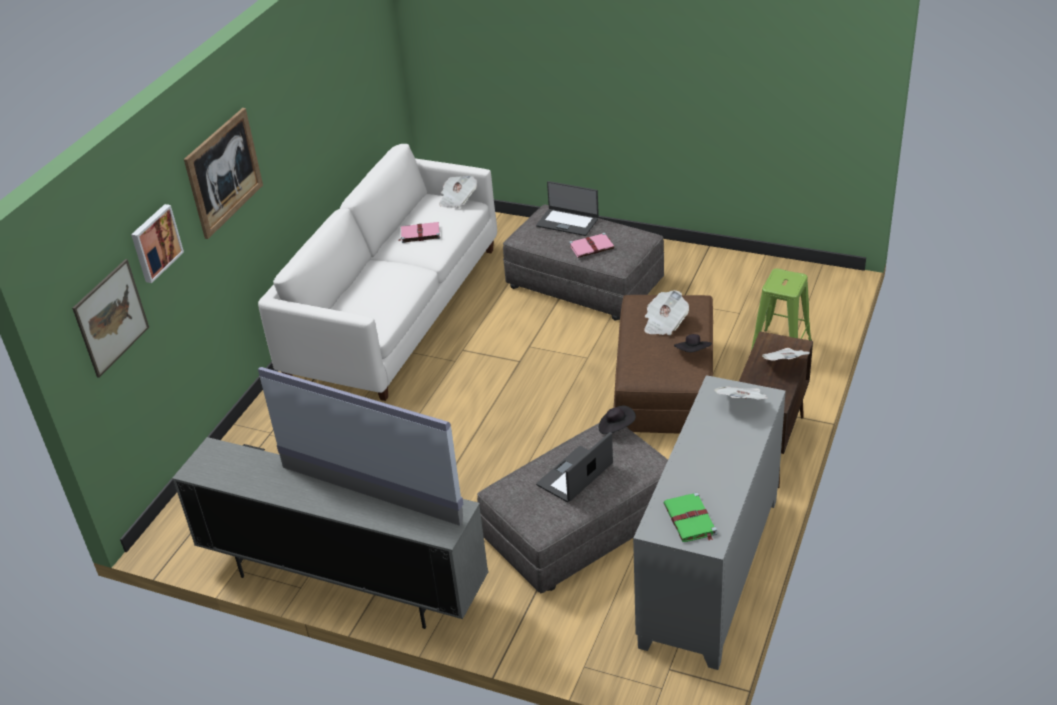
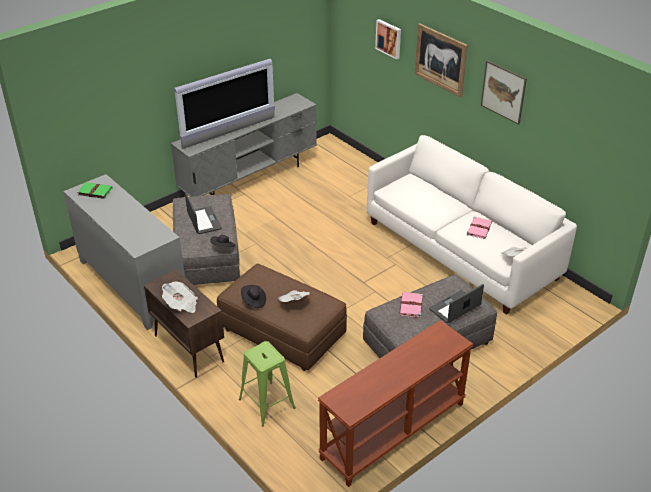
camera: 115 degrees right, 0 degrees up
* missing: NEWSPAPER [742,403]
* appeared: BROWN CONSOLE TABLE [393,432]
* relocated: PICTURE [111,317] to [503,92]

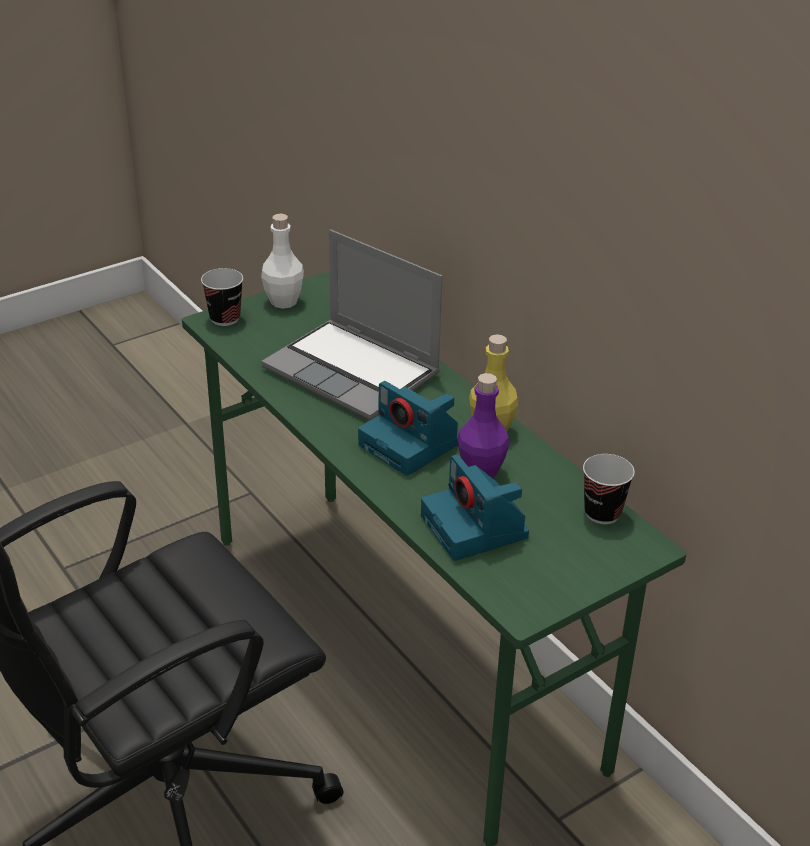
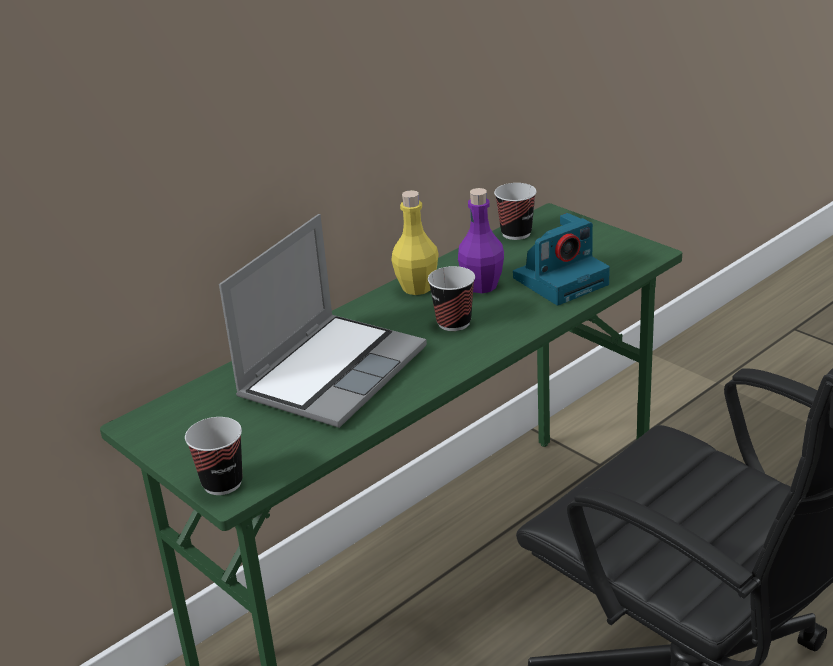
camera: 95 degrees left, 5 degrees down
* missing: WHITE BOTTLE [283,301]
* exchanged: PHOTO CAMERA [411,444] to CUP [454,323]

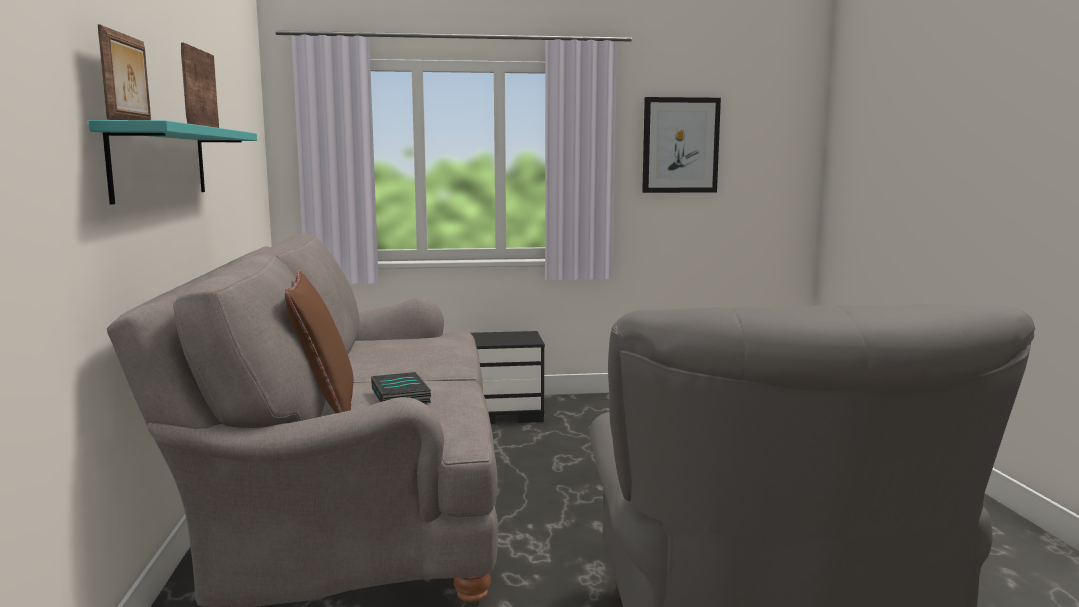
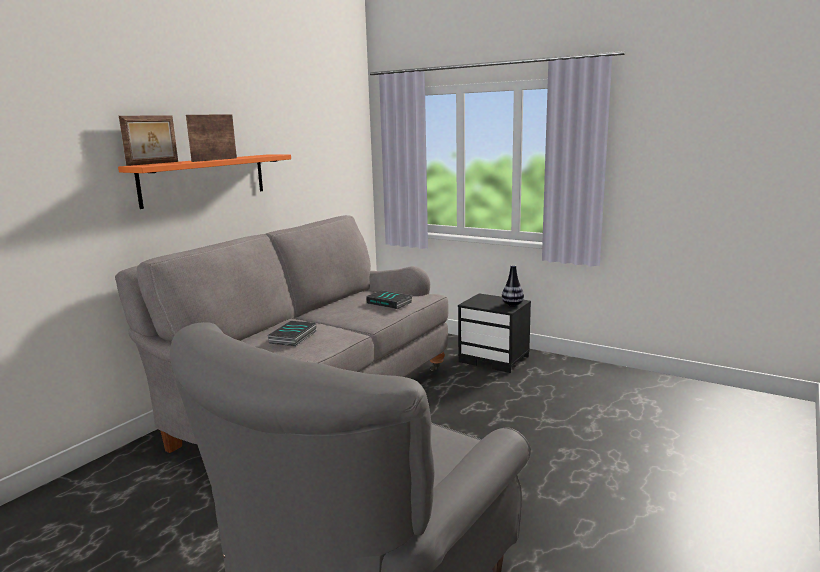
camera: 40 degrees right, 5 degrees up
* missing: BROWN PILLOW [325,409]
* missing: PICTURE [680,145]
* appeared: BOOK [390,302]
* appeared: VASE [512,305]
* colour: TURQUOISE SHELF [160,162] to ORANGE SHELF [204,179]

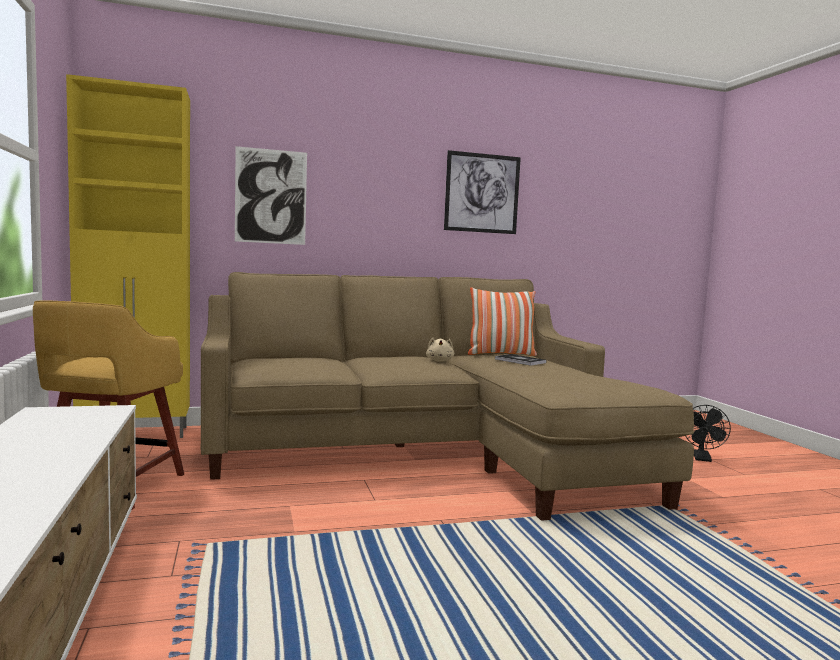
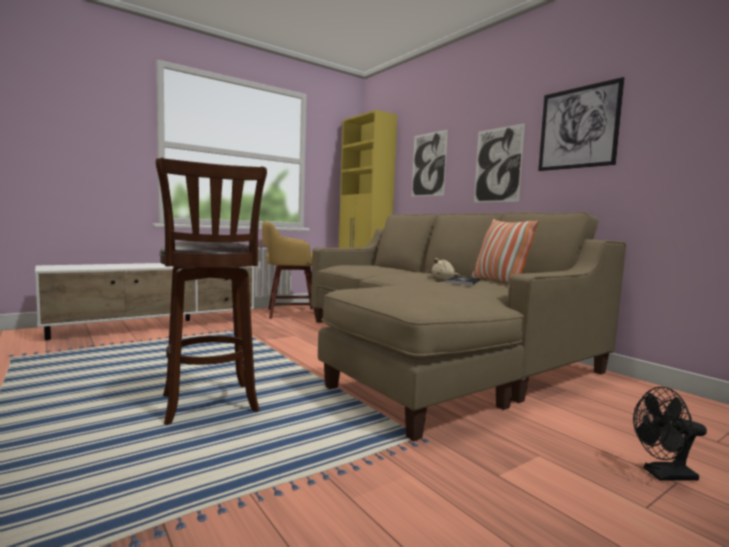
camera: 70 degrees right, 0 degrees up
* appeared: BROWN STOOL [210,405]
* appeared: PICTURE [498,165]

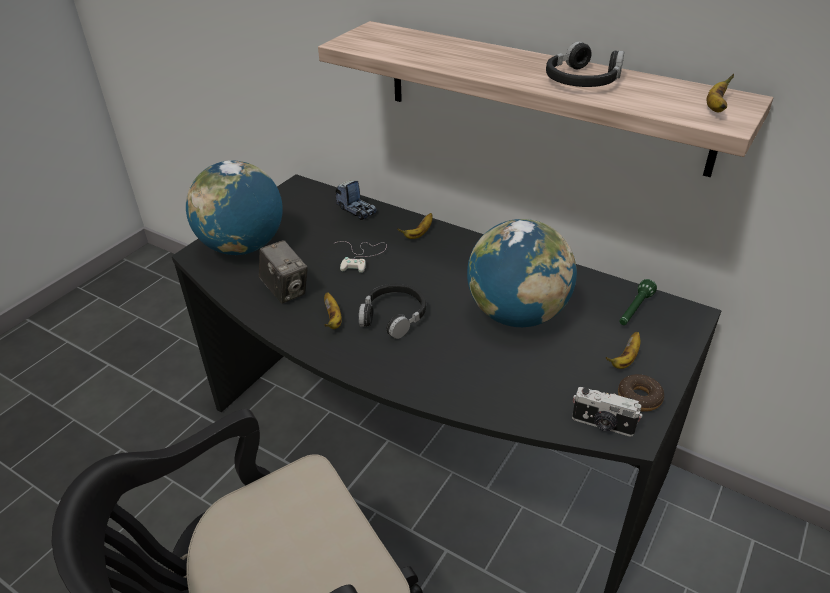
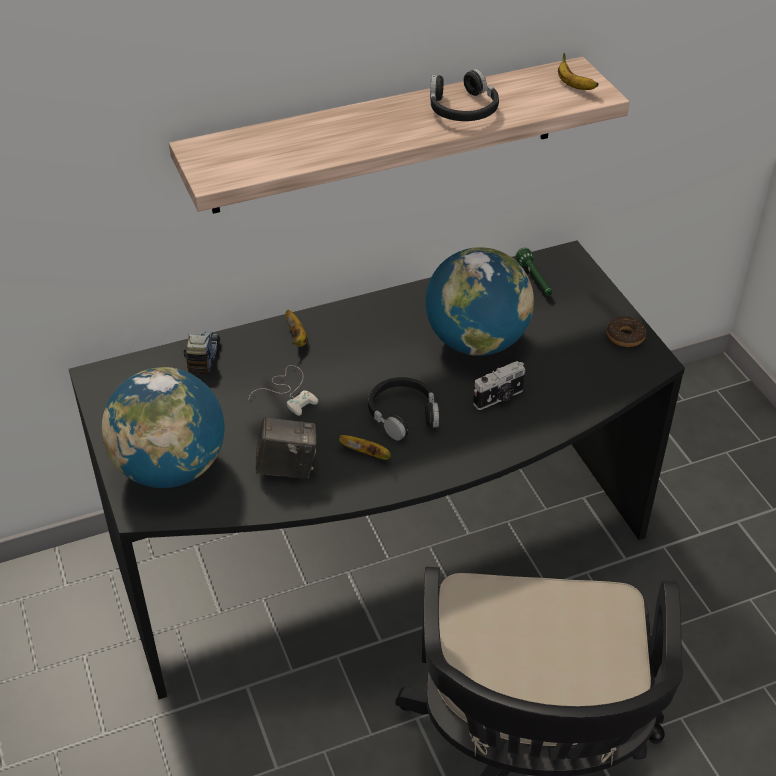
camera: 55 degrees left, 5 degrees up
* missing: BANANA [625,359]
* relocated: PHOTO CAMERA [602,425] to [499,398]
* spun: TOY TRUCK [356,210] = [203,357] 75 degrees counterclockwise

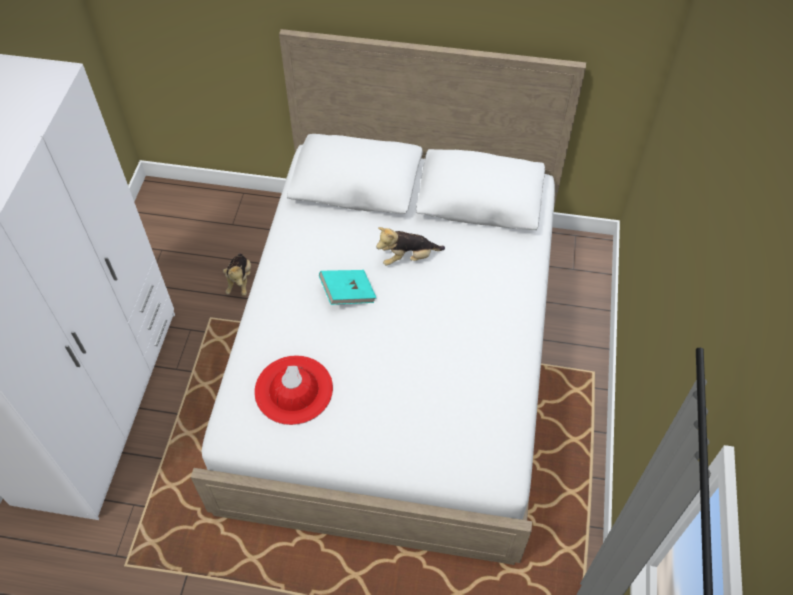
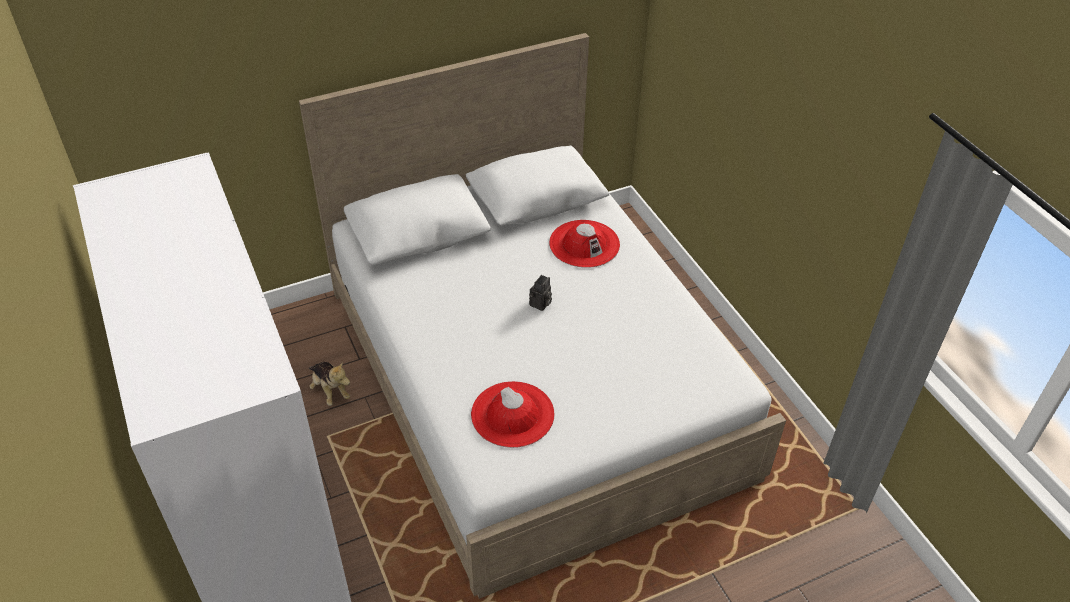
camera: 35 degrees left, 10 degrees down
* missing: TURQUOISE BOOK [348,294]
* missing: PLUSH TOY [408,257]
* appeared: PHOTO CAMERA [540,304]
* appeared: RED HAT [584,244]

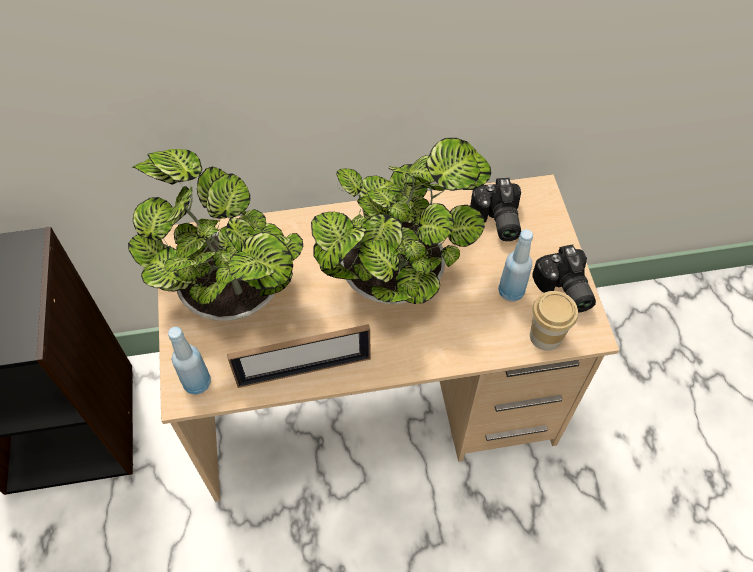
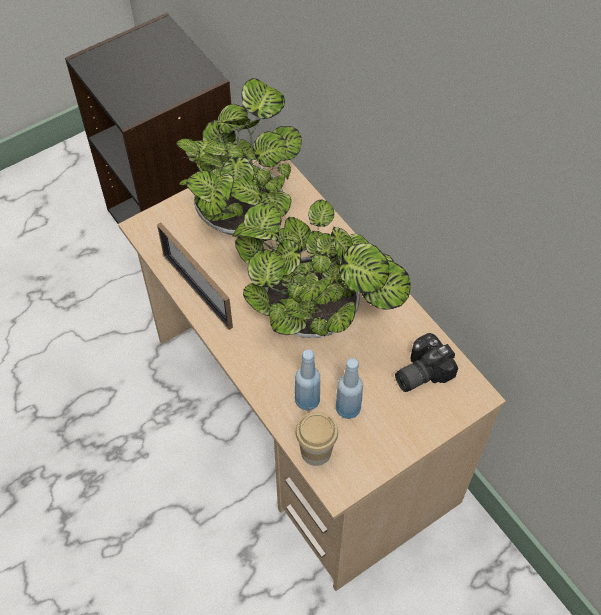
camera: 65 degrees right, 0 degrees up
* missing: PHOTO CAMERA [563,290]
* relocated: BLUE BOTTLE [197,383] to [307,400]

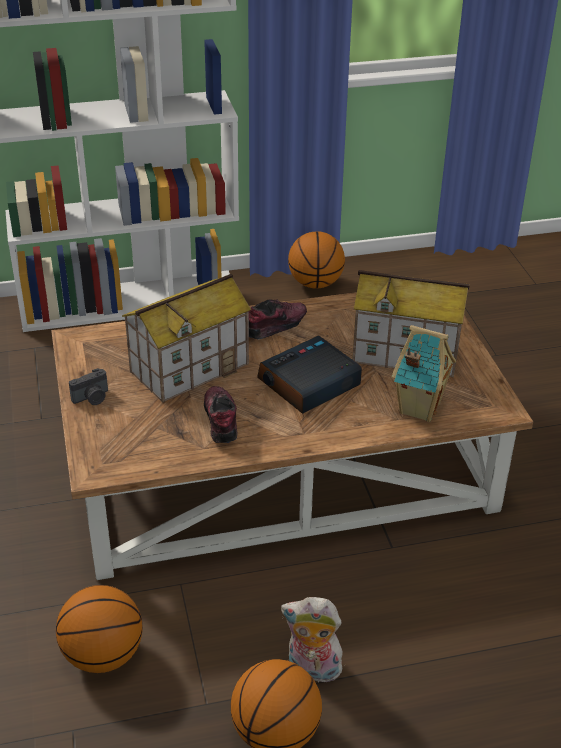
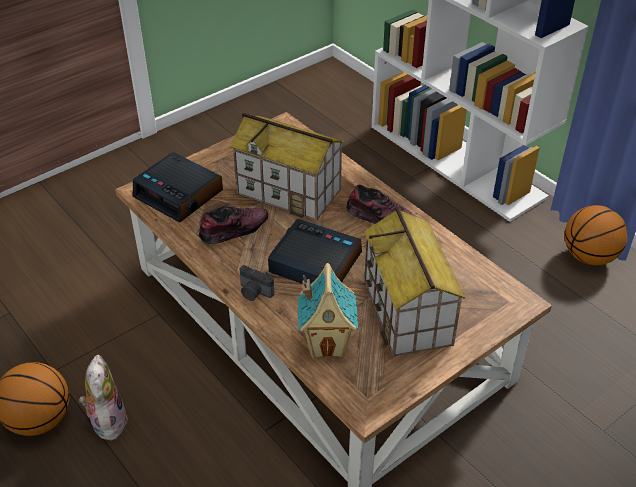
camera: 65 degrees right, 5 degrees up
* missing: BASKETBALL [103,655]
* appeared: ALARM CLOCK [179,194]
* relocated: PHOTO CAMERA [92,398] to [254,292]

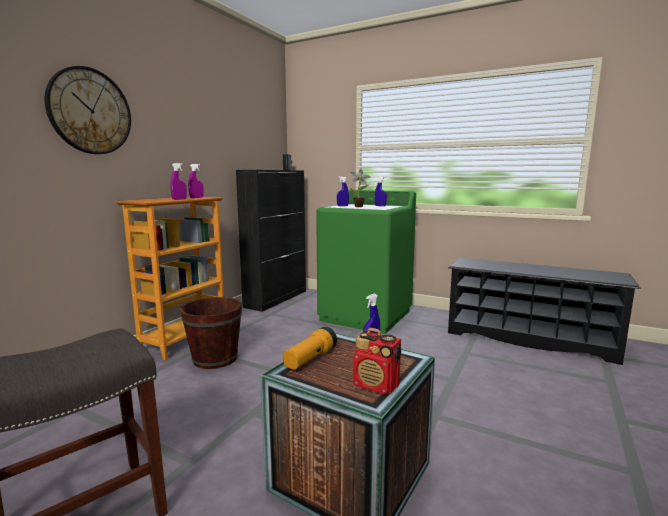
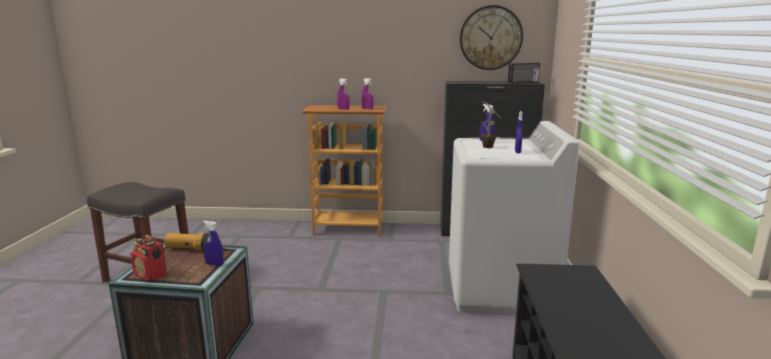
camera: 65 degrees right, 5 degrees up
* missing: BROWN BUCKET [215,359]
* relocated: WALL CLOCK [90,111] to [490,38]
* colour: GREEN WASHING MACHINE [366,316] to WHITE WASHING MACHINE [500,289]
* spun: RADIO [376,386] = [150,275] 60 degrees counterclockwise

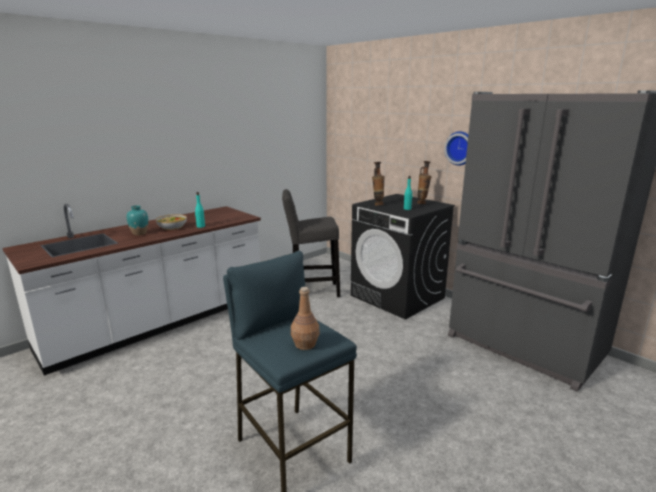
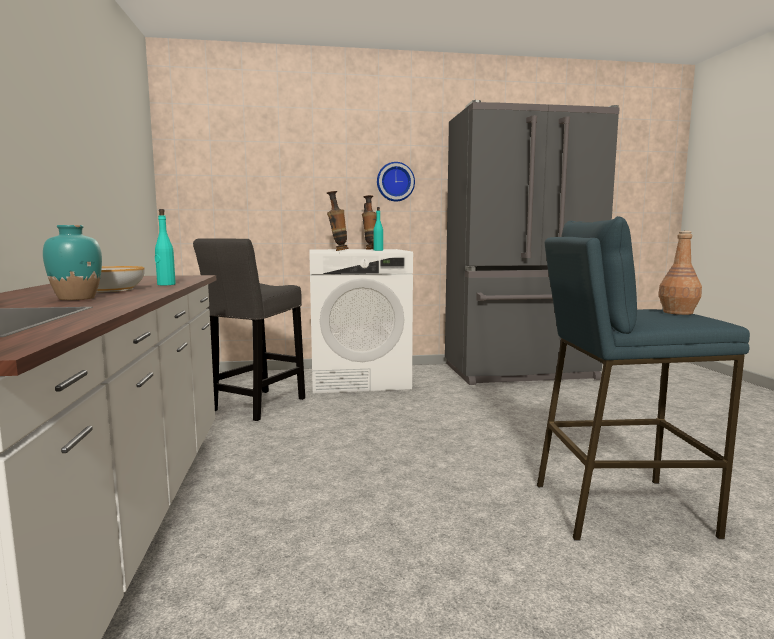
camera: 55 degrees left, 10 degrees down
* colour: BLACK WASHING MACHINE [397,297] to WHITE WASHING MACHINE [359,379]

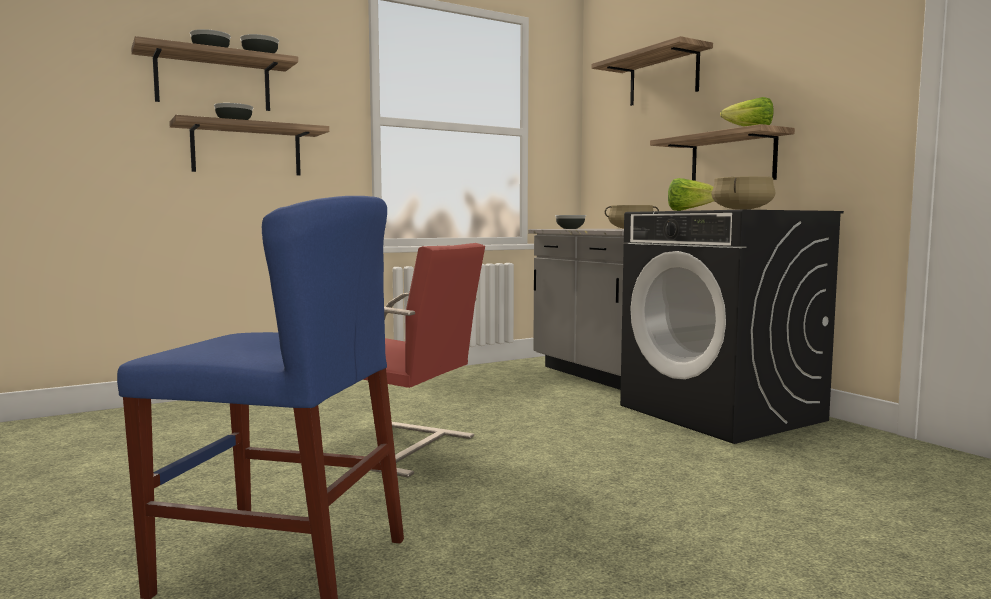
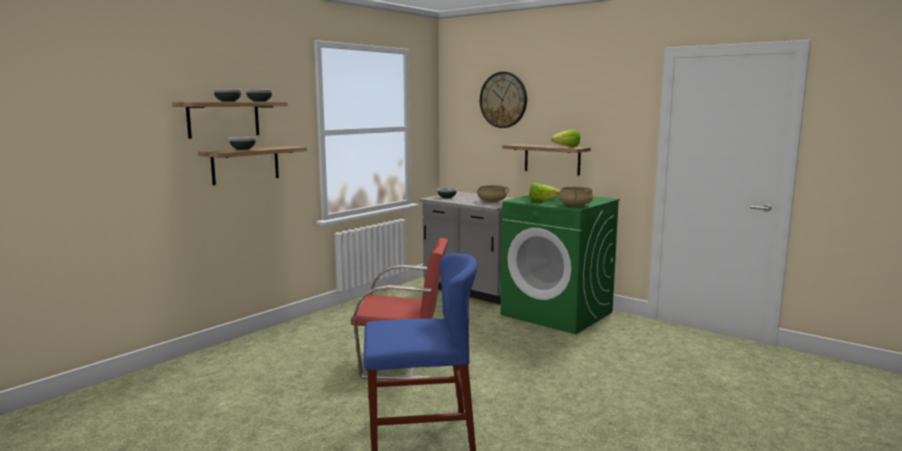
camera: 20 degrees left, 5 degrees up
* exchanged: SHELF [663,77] to WALL CLOCK [503,100]
* colour: BLACK WASHING MACHINE [722,413] to GREEN WASHING MACHINE [557,313]

